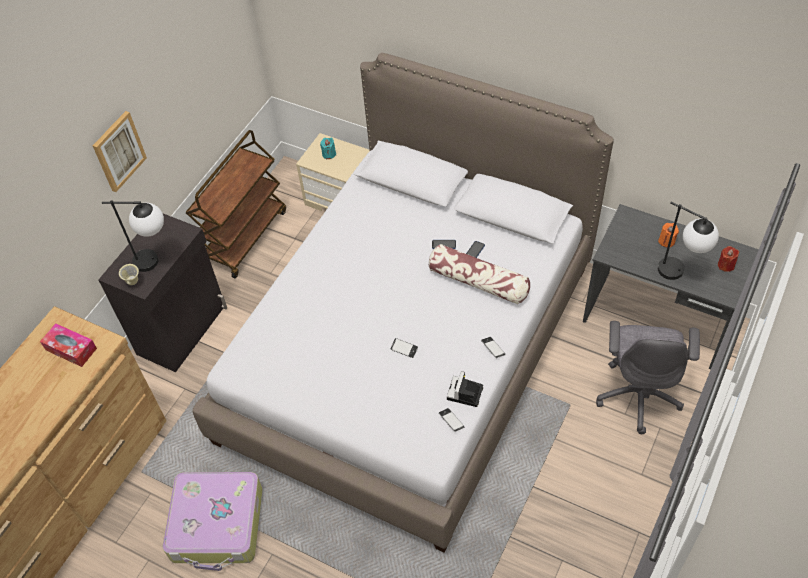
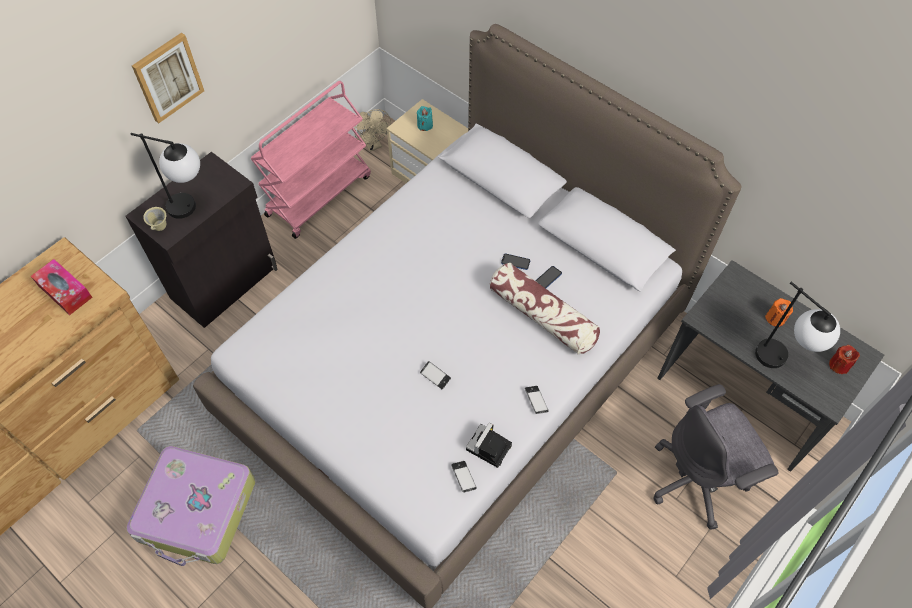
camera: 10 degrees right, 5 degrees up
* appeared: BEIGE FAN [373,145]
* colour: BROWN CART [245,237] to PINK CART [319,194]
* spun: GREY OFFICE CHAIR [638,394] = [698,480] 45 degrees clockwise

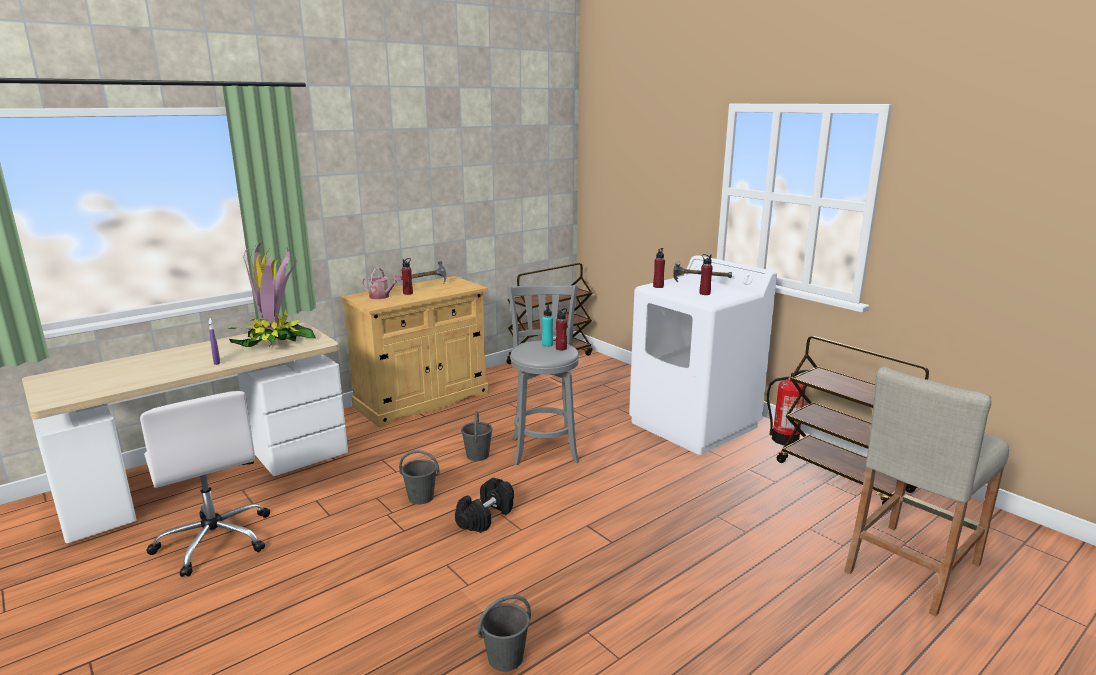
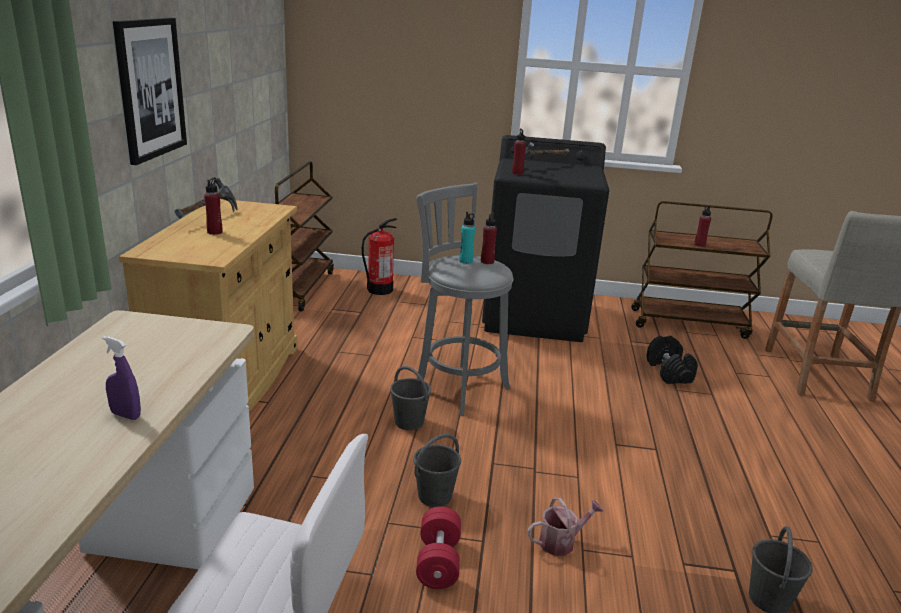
camera: 45 degrees left, 5 degrees up
* missing: POTTED PLANT [274,342]
* appeared: PICTURE [150,88]
* appeared: RED DUMBBELL [438,562]
* relocated: WATERING CAN [382,297] to [561,542]
* relocated: BLACK DUMBBELL [485,517] to [669,372]
* relocated: RED BOTTLE [704,293] to [699,245]
* relocated: FIRE EXTINGUISHER [784,439] to [379,290]
* colour: WHITE WASHING MACHINE [694,425] to BLACK WASHING MACHINE [535,316]

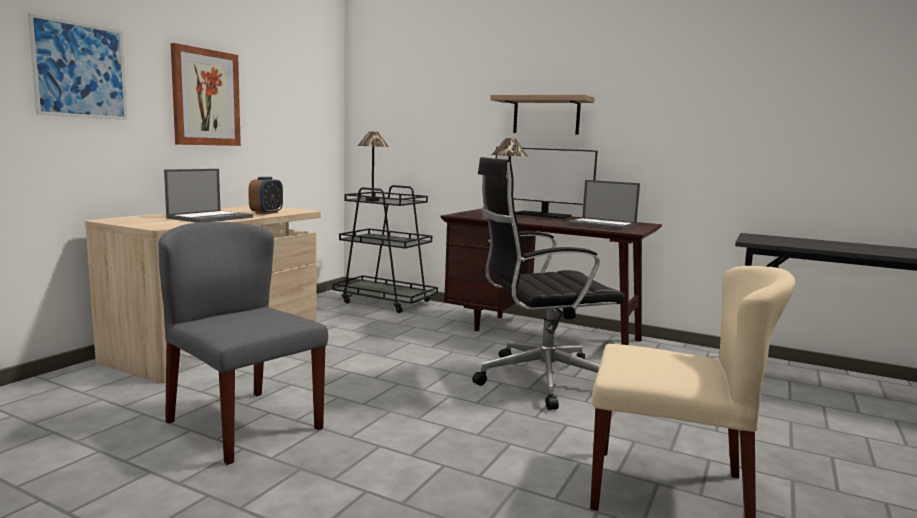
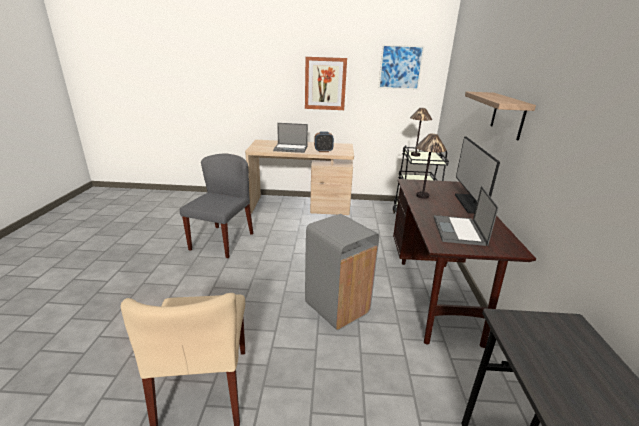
camera: 65 degrees right, 15 degrees up
* relocated: PICTURE [80,70] to [400,67]
* exchanged: BLACK OFFICE CHAIR [539,380] to GREY TRASH CAN [337,307]

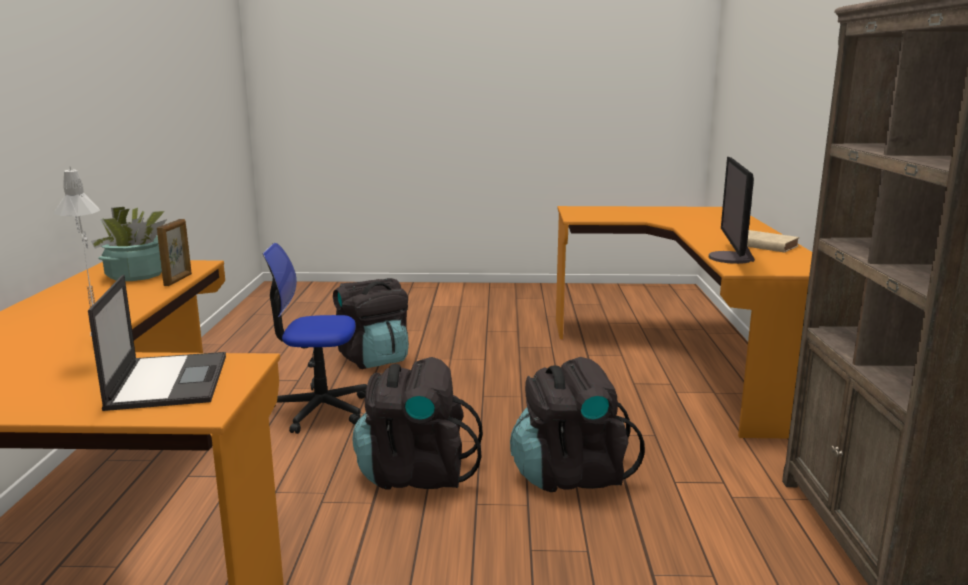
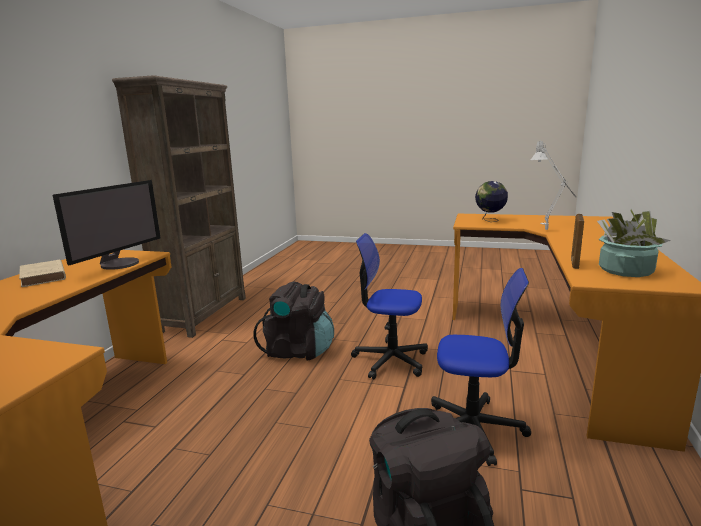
camera: 165 degrees left, 0 degrees up
* exchanged: LAPTOP [168,381] to GLOBE [490,220]
* exchanged: BLACK BACKPACK [416,474] to OFFICE CHAIR [390,360]

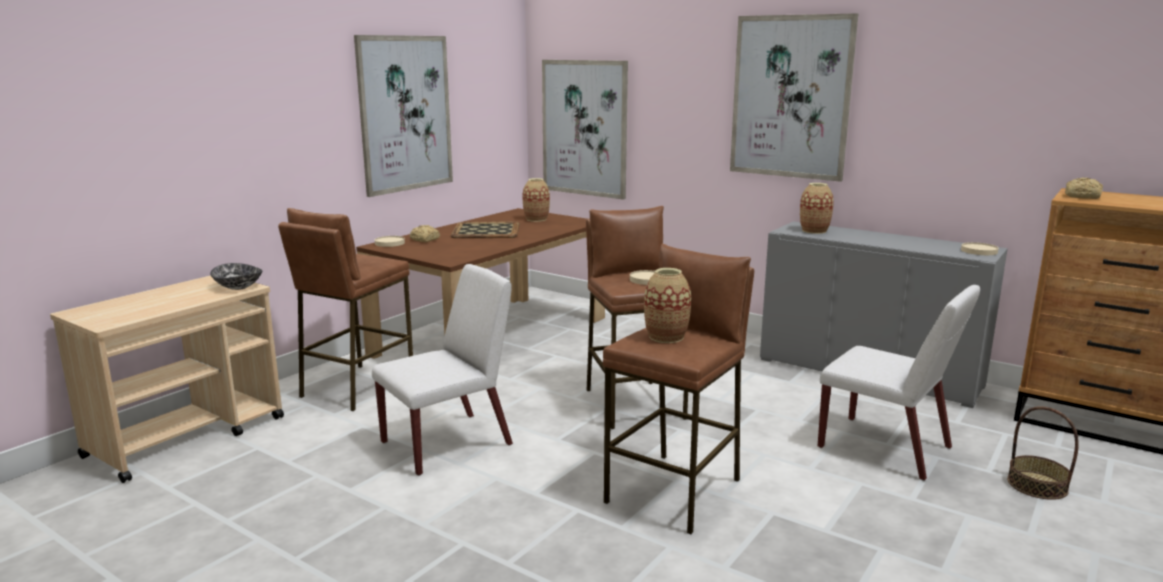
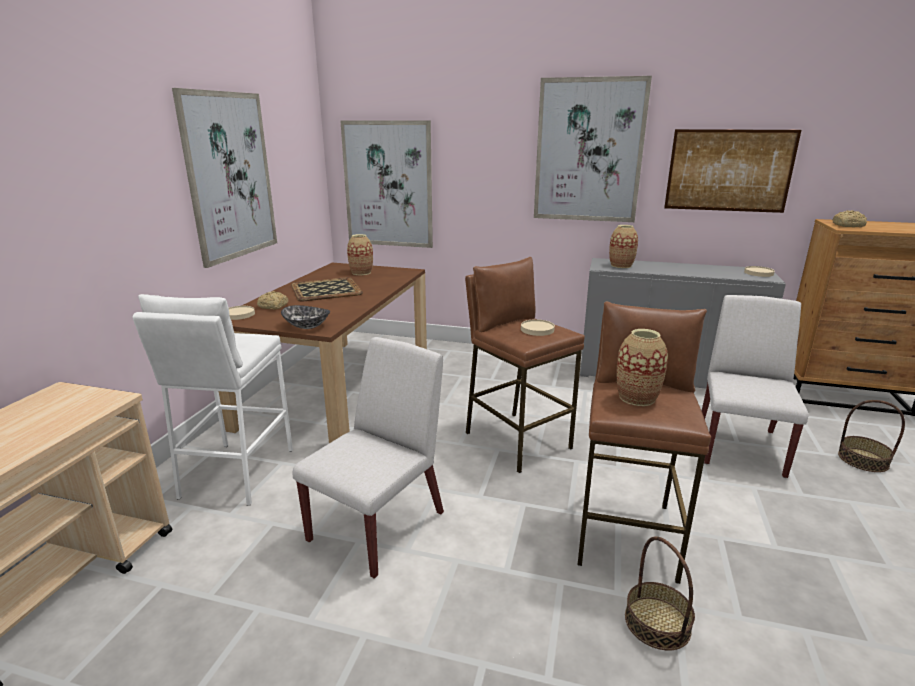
camera: 20 degrees left, 5 degrees up
* appeared: BASKET [657,623]
* appeared: PICTURE [729,170]
* relocated: BOWL [239,286] to [307,326]
* colour: BROWN STOOL [356,387] to WHITE STOOL [236,473]
* spun: WHITE CHAIR [886,448] = [739,446] 90 degrees counterclockwise

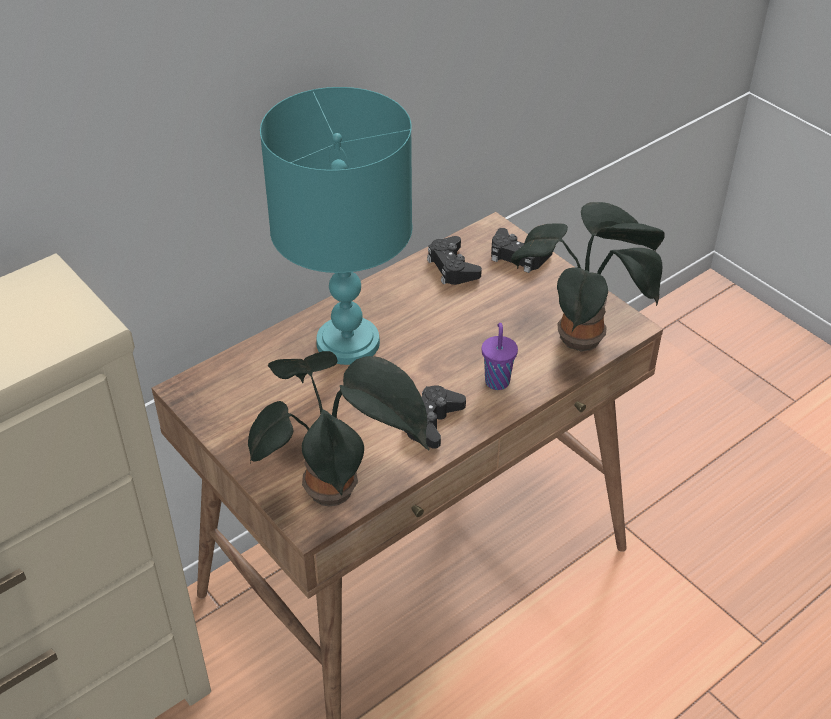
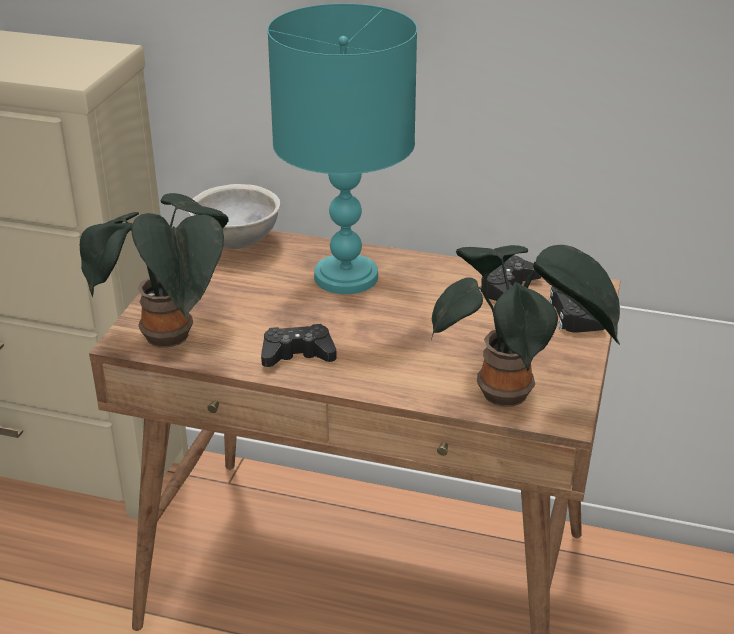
camera: 55 degrees right, 10 degrees down
* missing: PURPLE CUP [497,380]
* appeared: GREY BOWL [235,243]

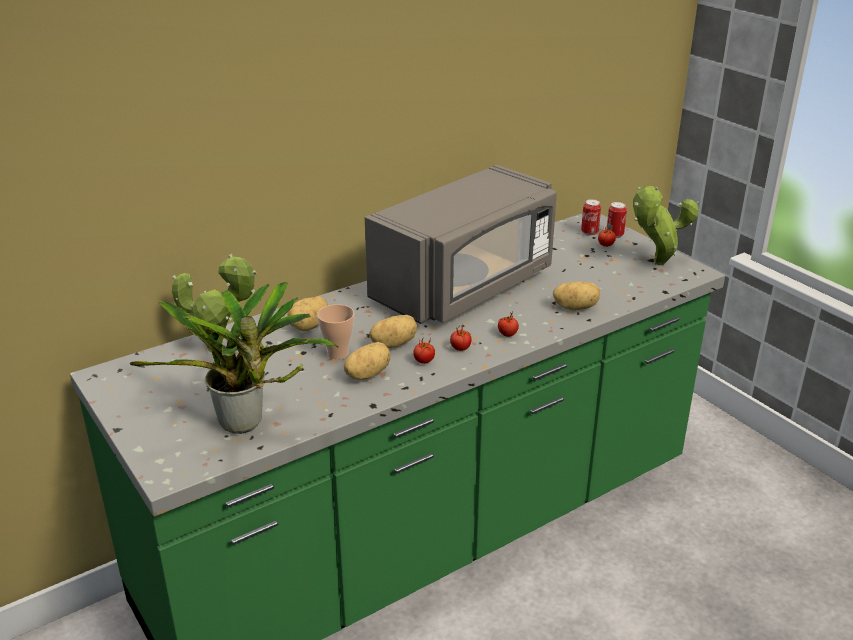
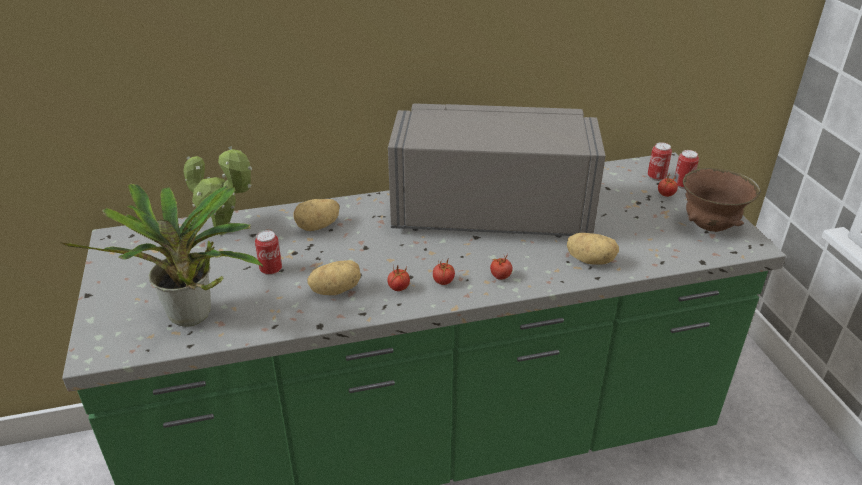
camera: 20 degrees right, 5 degrees up
* missing: CUP [338,354]
* missing: POTATO [393,344]
* appeared: CAN [271,270]
* exchanged: POTTED PLANT [656,264] to BROWN BOWL [710,227]
* spun: GREY MICROWAVE [465,286] = [491,213] 150 degrees counterclockwise

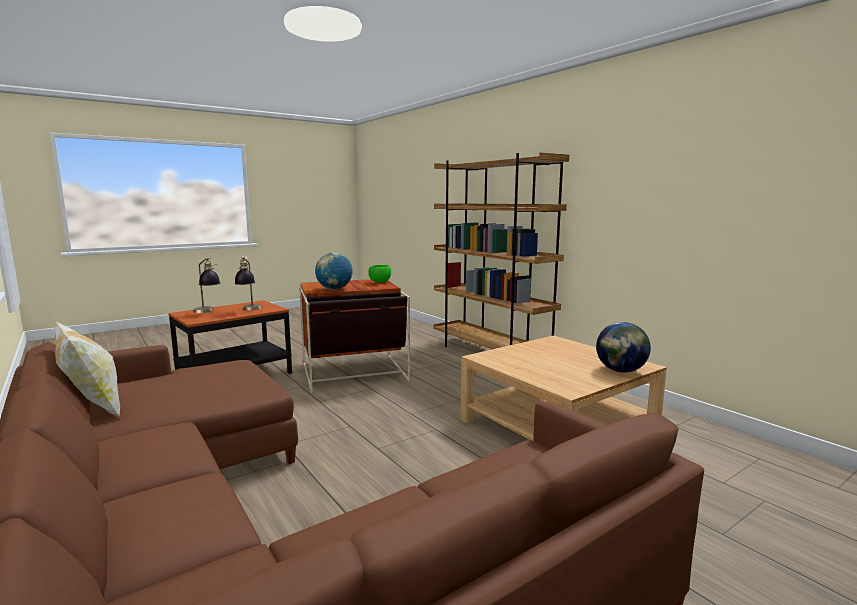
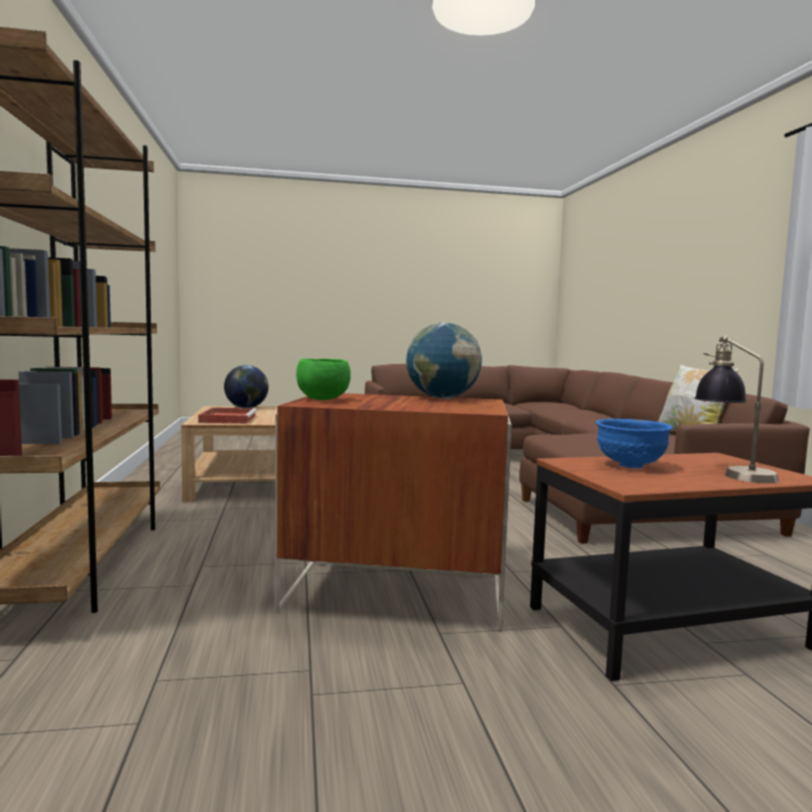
camera: 155 degrees left, 5 degrees down
* appeared: RED TRAY [228,419]
* exchanged: TABLE LAMP [249,310] to BLUE BOWL [629,466]

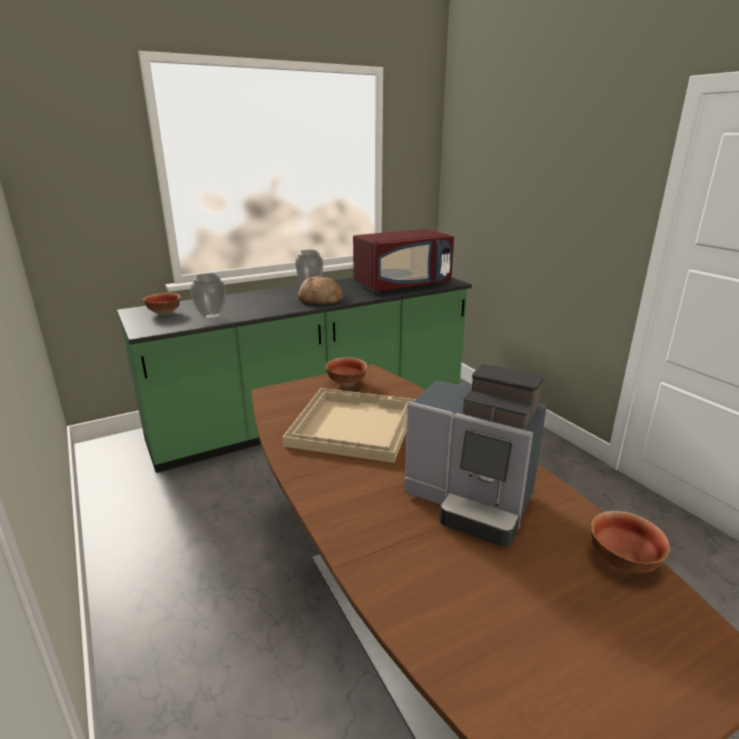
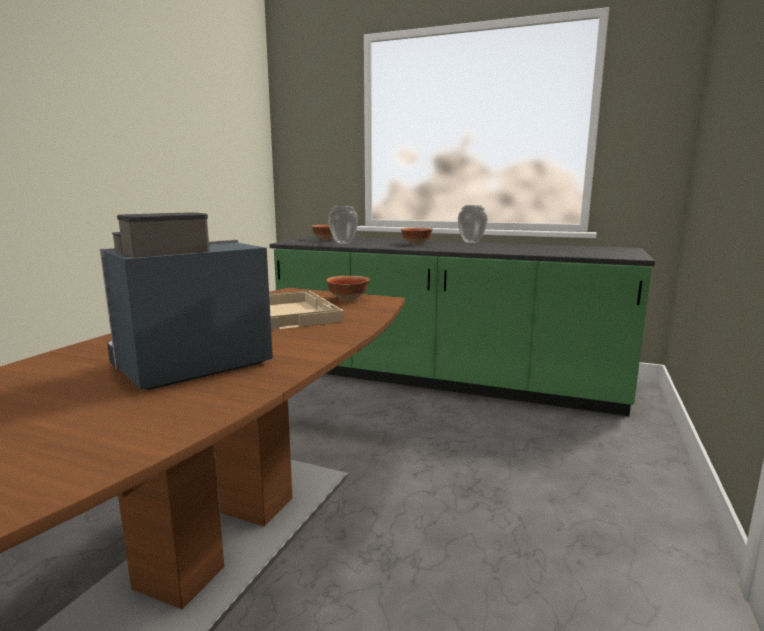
camera: 50 degrees right, 10 degrees down
* missing: BREAD [320,300]
* missing: RED MICROWAVE [402,285]
* relocated: BOWL [623,561] to [417,244]
* spun: COFFEE MACHINE [471,502] = [188,367] 60 degrees clockwise

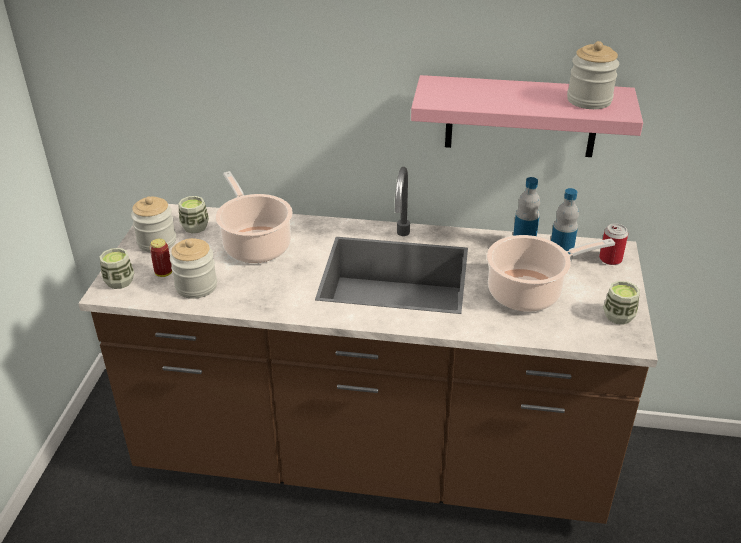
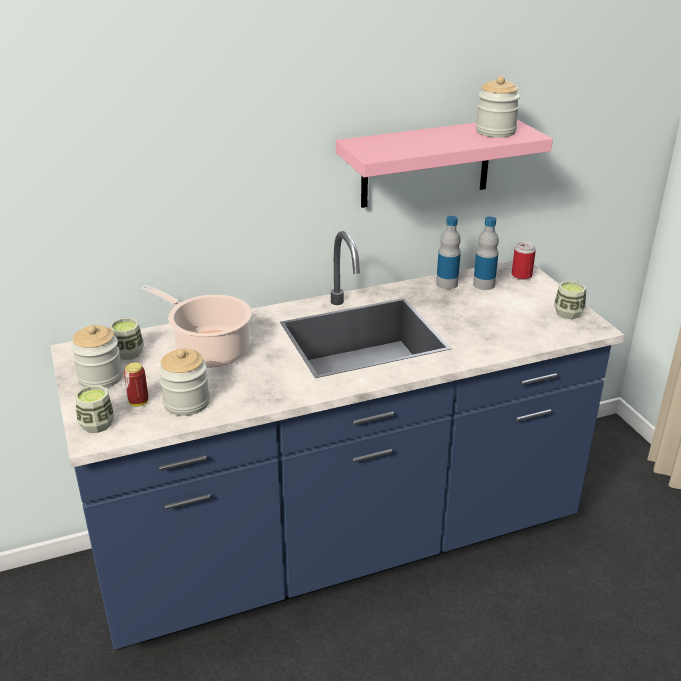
camera: 30 degrees left, 5 degrees down
* missing: COOKING POT [529,292]
* colour: BROWN COUNTER [371,459] to BLUE COUNTER [340,547]

